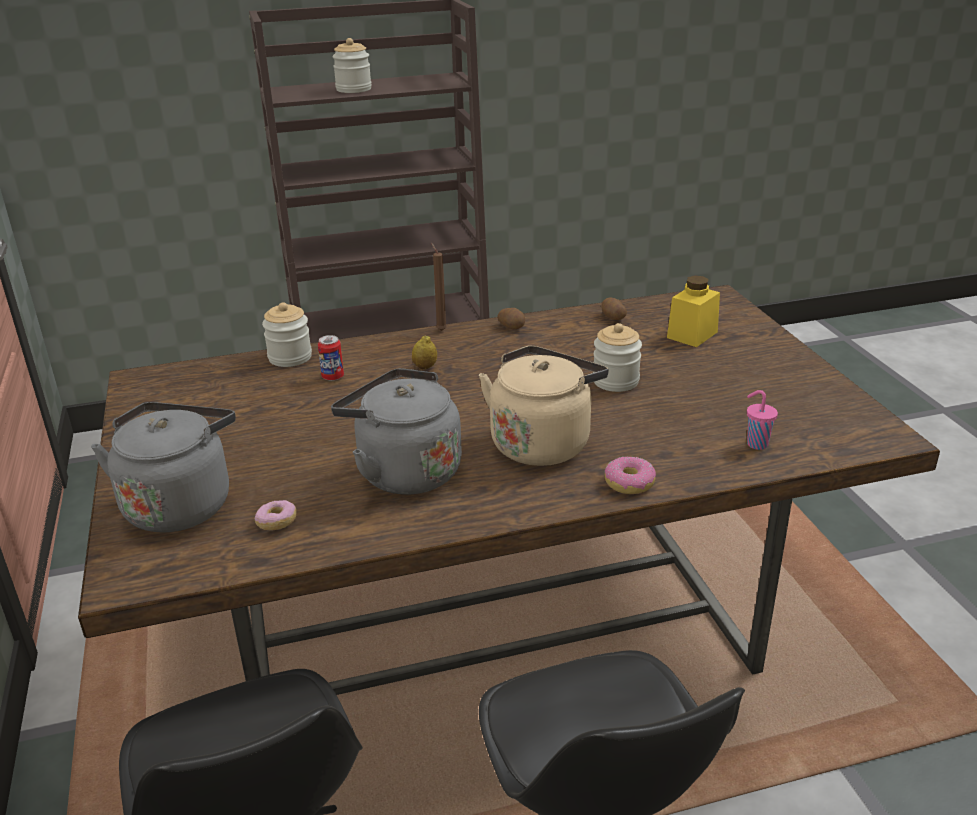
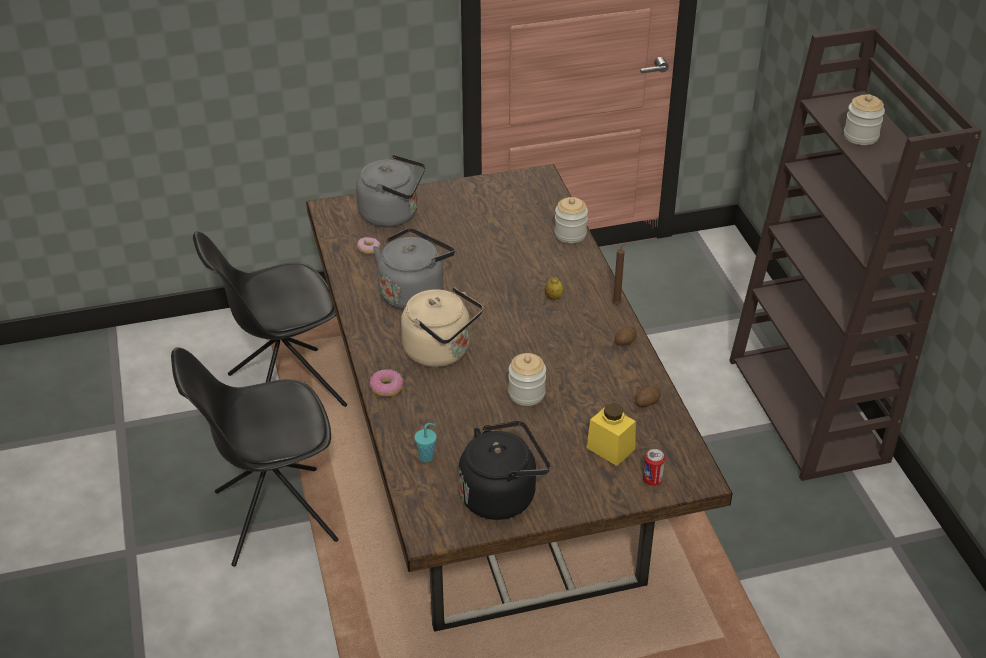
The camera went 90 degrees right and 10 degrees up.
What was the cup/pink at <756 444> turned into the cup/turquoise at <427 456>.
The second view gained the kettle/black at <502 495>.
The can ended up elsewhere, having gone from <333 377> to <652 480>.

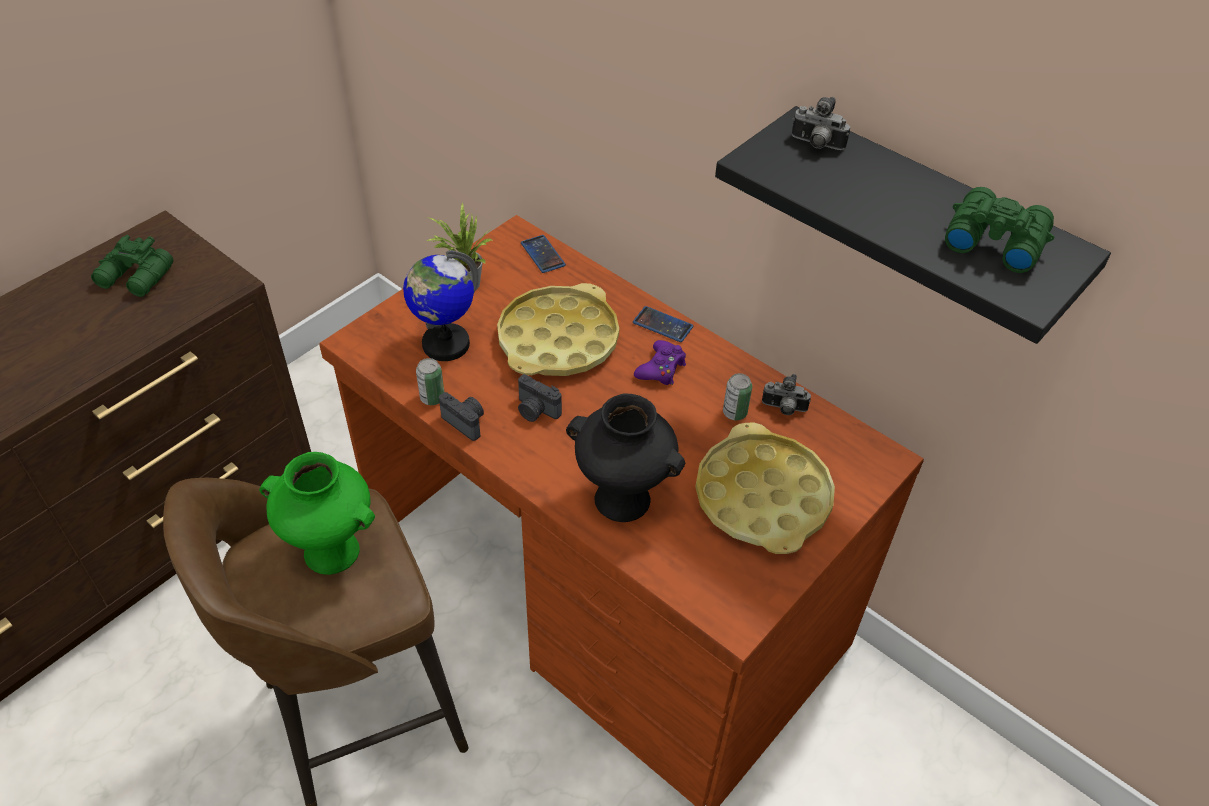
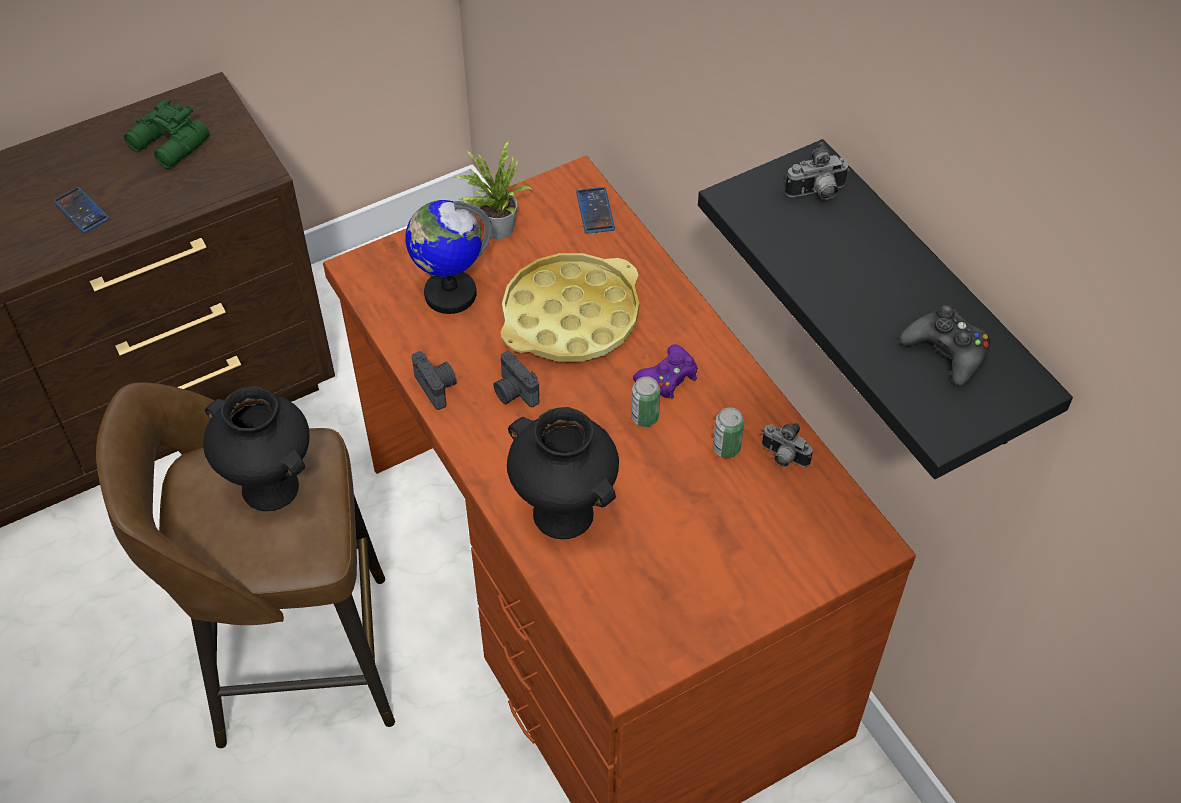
The camera went 20 degrees right and 5 degrees up.
The phone ended up elsewhere, having gone from <662 325> to <81 210>.
What was the vase/green at <333 551> turned into the vase/black at <272 487>.
The can ended up elsewhere, having gone from <432 398> to <644 417>.
The photo camera at <816 145> ended up facing another way, 60 degrees counterclockwise from before.
Where the binoculars/green stood at <993 239>, the game controller/black came to stand at <947 351>.
The second view lost the tray/yellow at <762 497>.

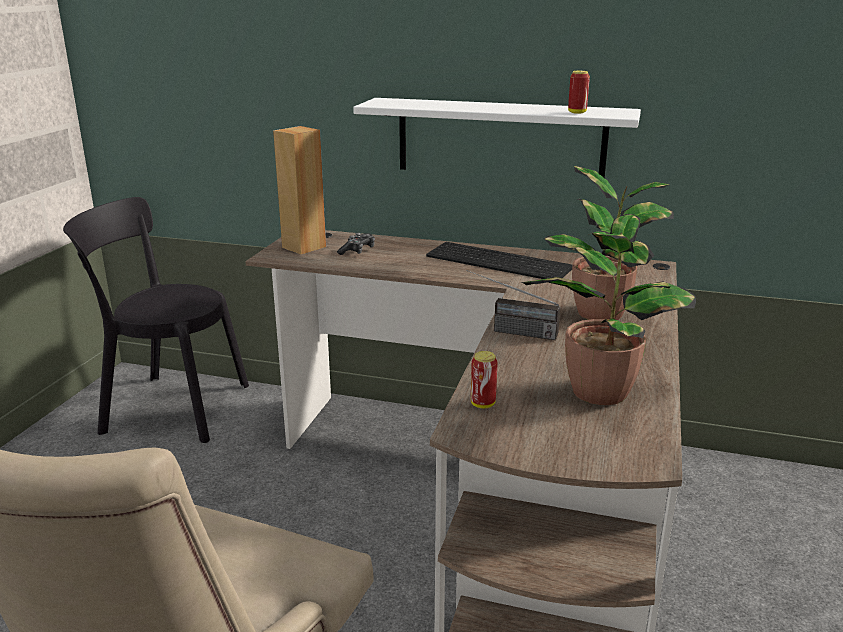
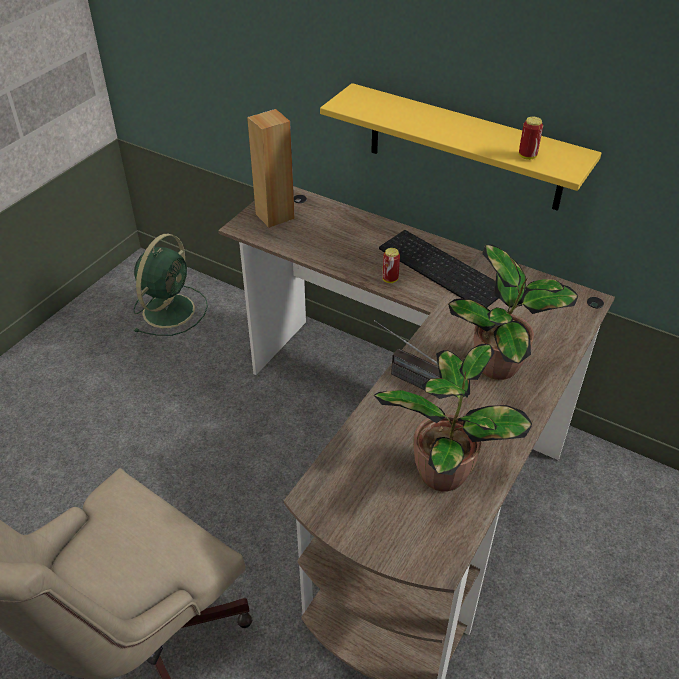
The camera went 15 degrees right and 20 degrees up.
Where the chair/black stood at <170 407>, the fan/green came to stand at <170 309>.
What was the shelf/white at <500 139> turned into the shelf/yellow at <464 148>.
The can ended up elsewhere, having gone from <483 404> to <390 279>.
The second view lost the game controller at <358 251>.

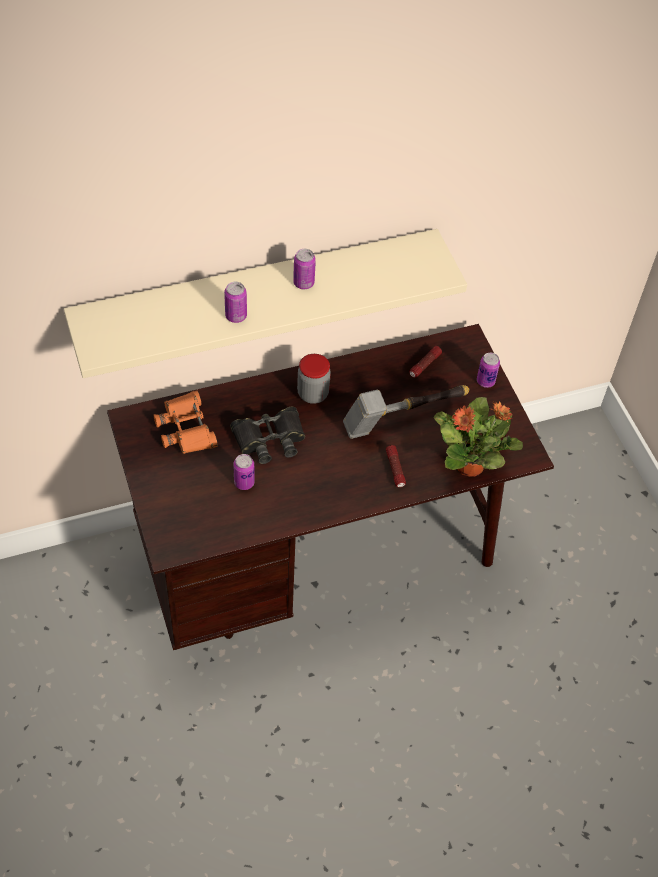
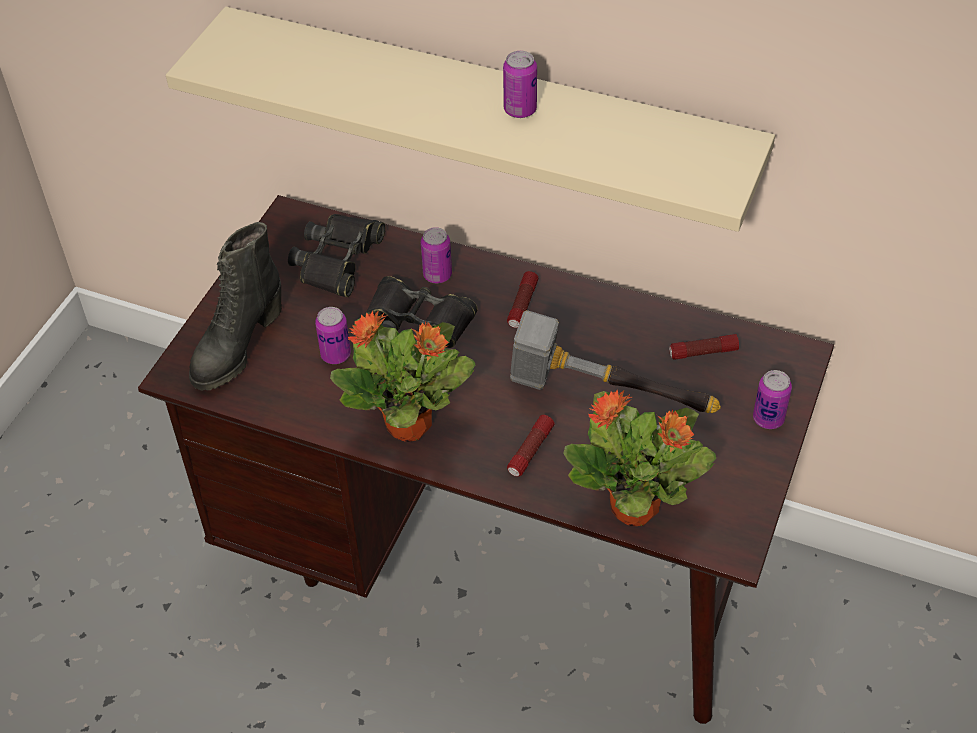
The camera went 45 degrees right and 5 degrees down.
The second view gained the boot/black at <237 346>.
What was the binoculars/orange at <186 428> turned into the binoculars/black at <338 260>.
The second view gained the potted plant at <410 425>.
The can ended up elsewhere, having gone from <236 316> to <437 275>.
Where the jar stood at <313 394>, the flashlight came to stand at <522 305>.

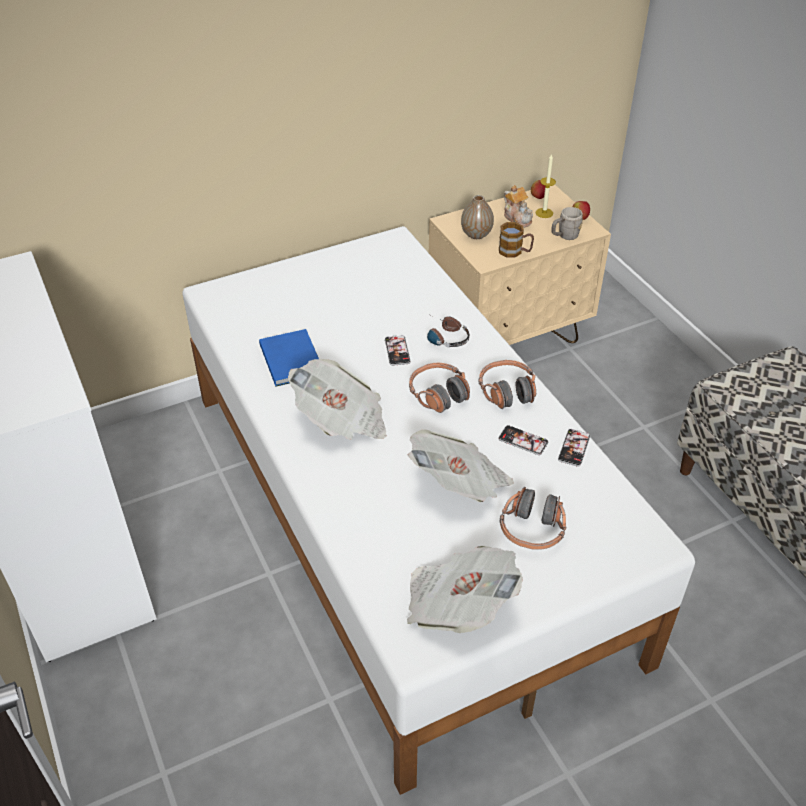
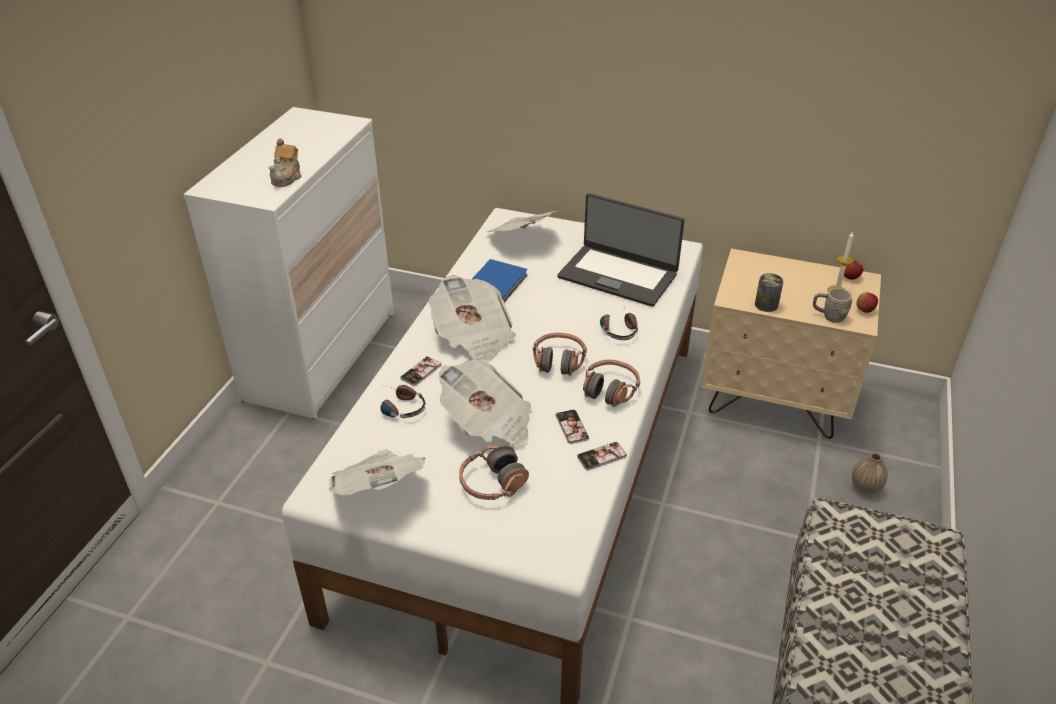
The camera went 45 degrees right and 5 degrees down.
The teapot ended up elsewhere, having gone from <517 218> to <287 177>.
The second view gained the headphones at <398 407>.
The phone ended up elsewhere, having gone from <397 351> to <421 372>.
The second view gained the newspaper at <521 238>.
The second view gained the laptop at <618 275>.
Where the mug stood at <515 252>, the can came to stand at <766 305>.
The vase ended up elsewhere, having gone from <476 234> to <865 487>.

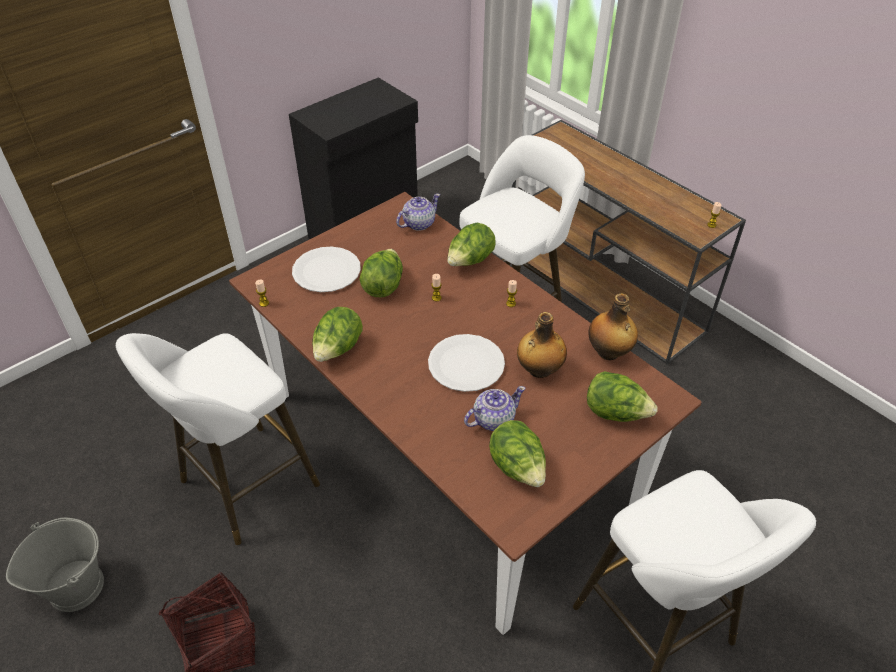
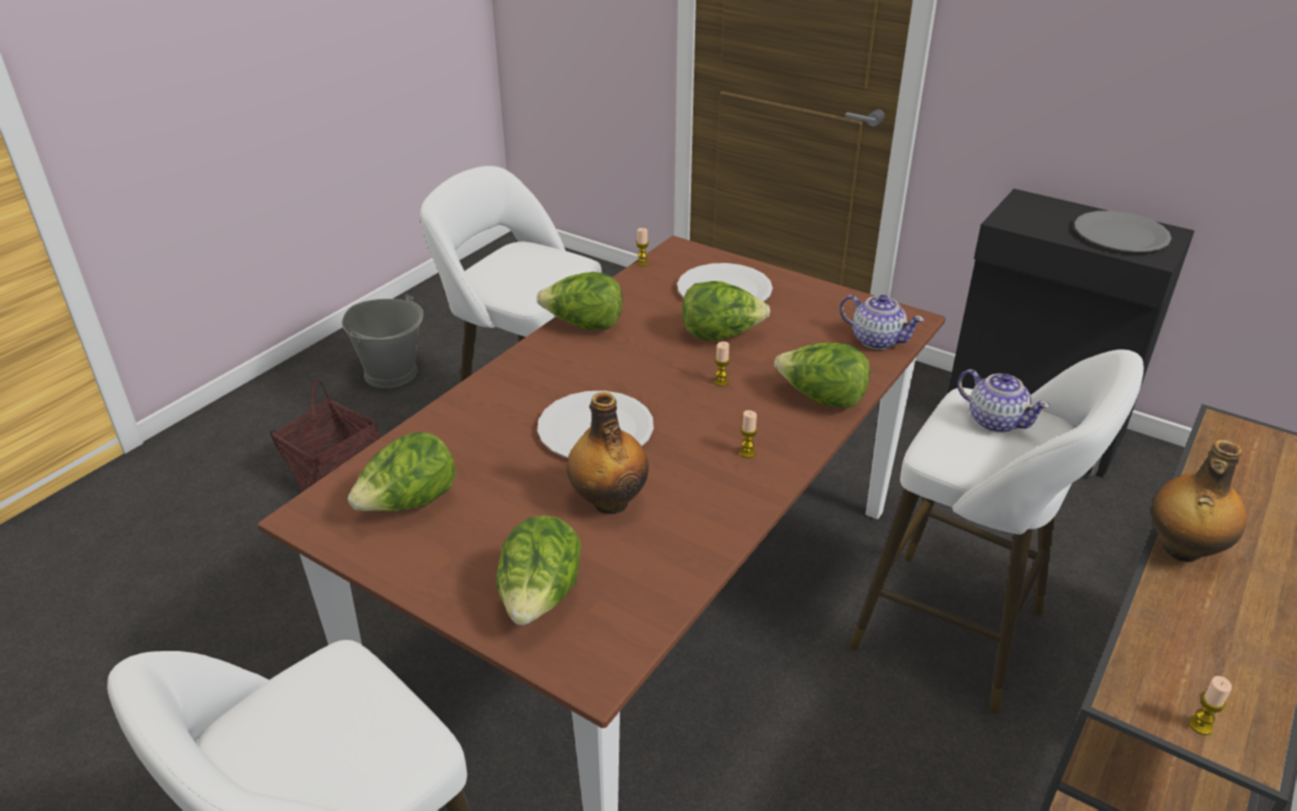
The camera went 75 degrees right and 10 degrees down.
The teapot ended up elsewhere, having gone from <493 419> to <995 420>.
The second view gained the plate/grey at <1120 234>.
The bottle ended up elsewhere, having gone from <608 353> to <1181 549>.

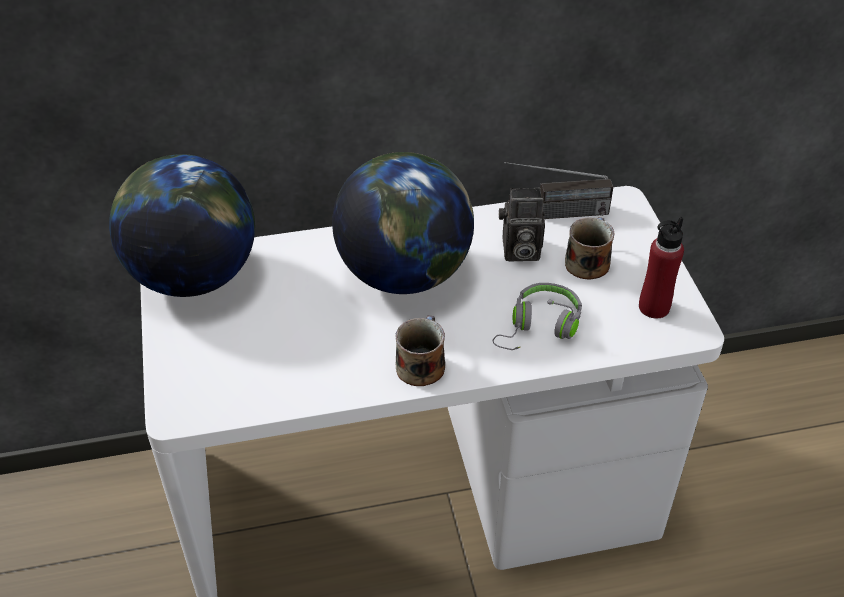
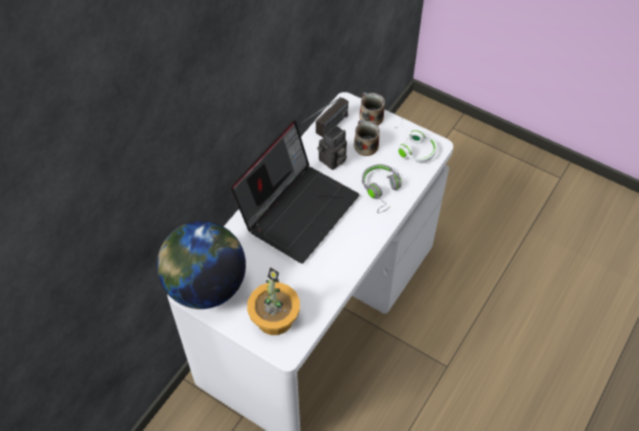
The camera went 45 degrees left and 10 degrees up.
Where the globe stood at <404 273>, the laptop came to stand at <298 209>.
The second view gained the potted plant at <274 318>.
The mug ended up elsewhere, having gone from <420 364> to <370 116>.
Where the bottle/red stood at <653 307>, the headphones/white came to stand at <412 147>.

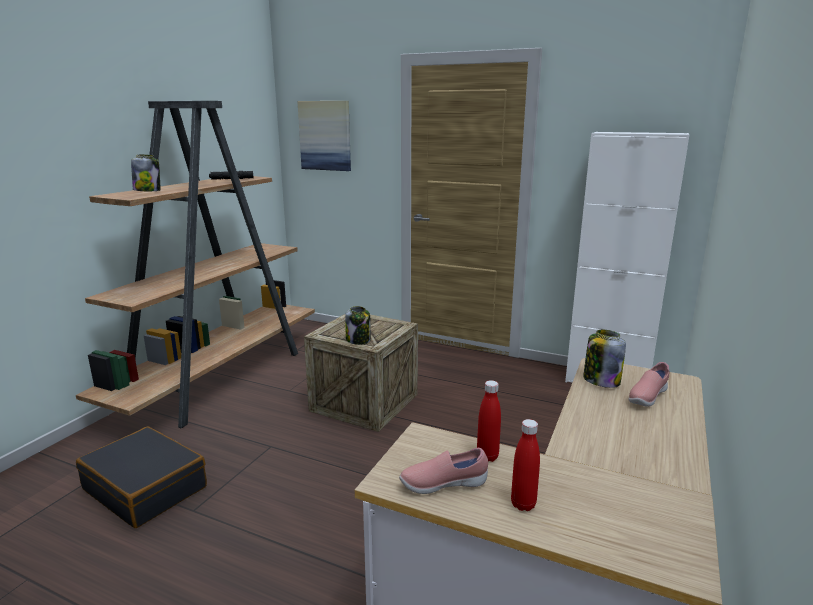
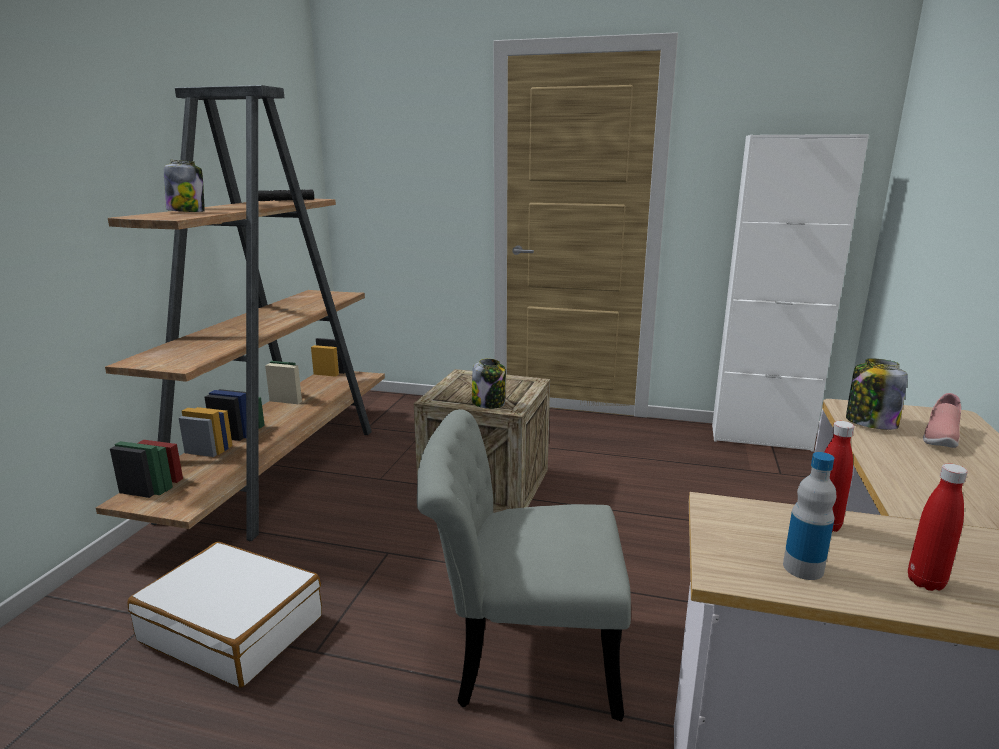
The camera went 10 degrees left and 0 degrees up.
What was the suitcase/black at <146 488> turned into the suitcase/white at <233 628>.
The second view gained the chair/grey at <520 654>.
Where the shoe/pink stood at <443 484>, the bottle came to stand at <803 568>.
The second view lost the picture at <325 135>.

